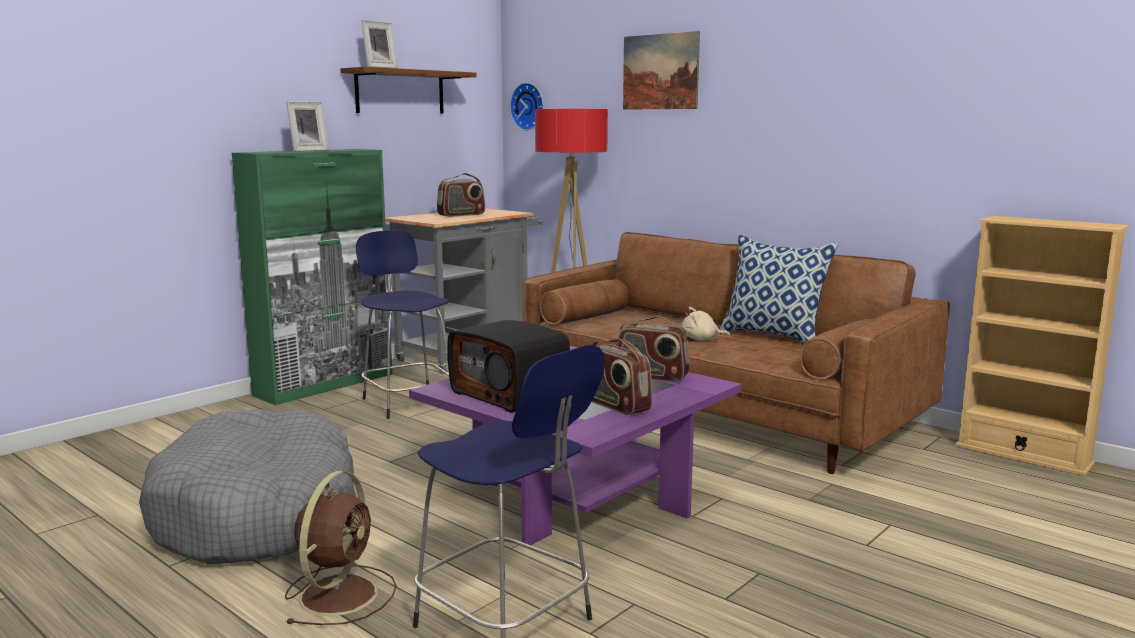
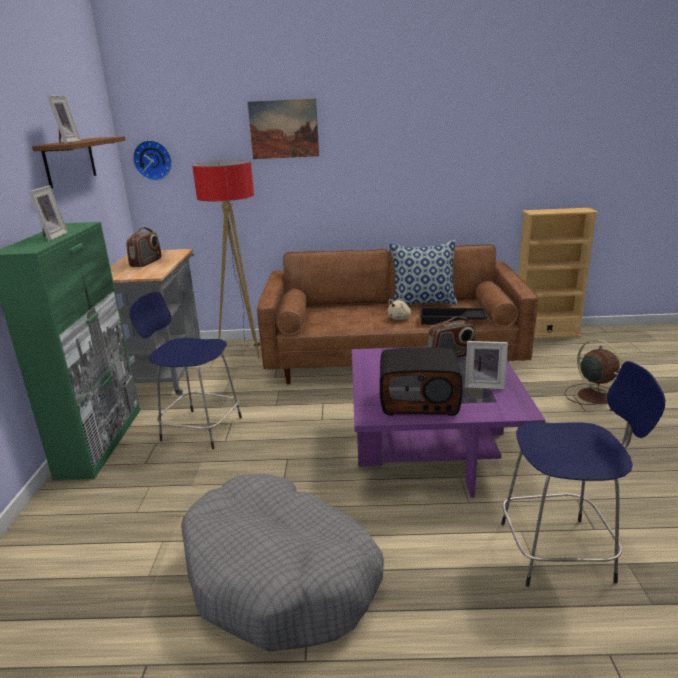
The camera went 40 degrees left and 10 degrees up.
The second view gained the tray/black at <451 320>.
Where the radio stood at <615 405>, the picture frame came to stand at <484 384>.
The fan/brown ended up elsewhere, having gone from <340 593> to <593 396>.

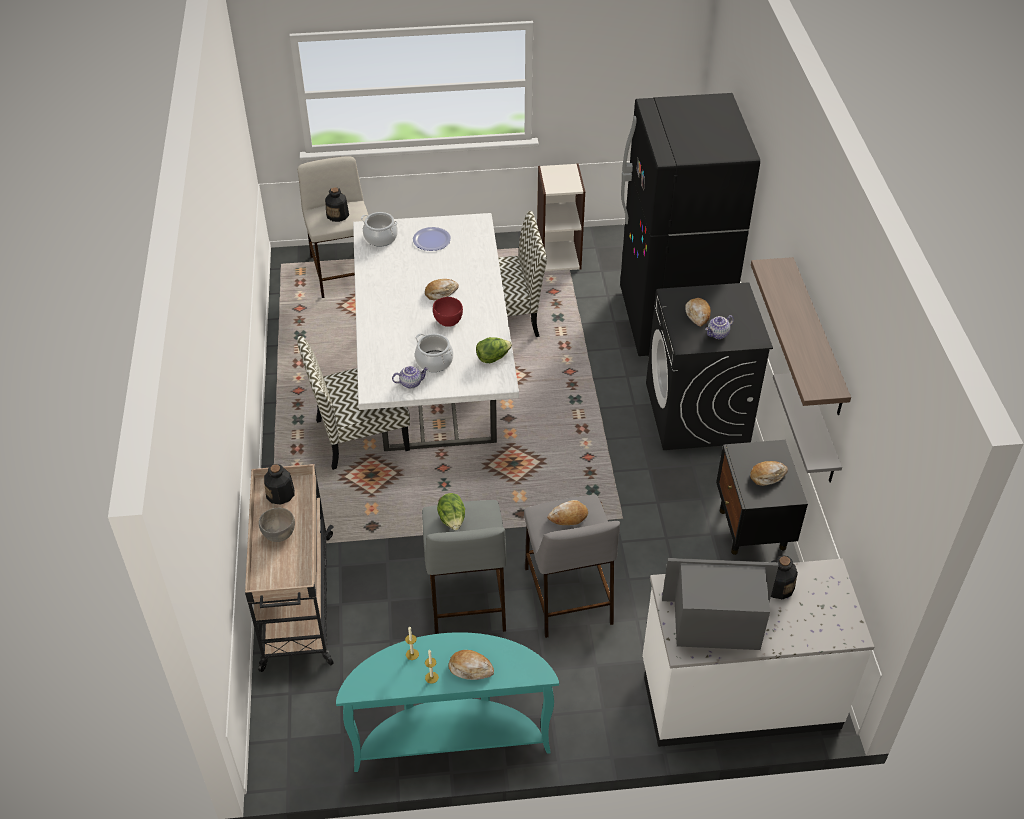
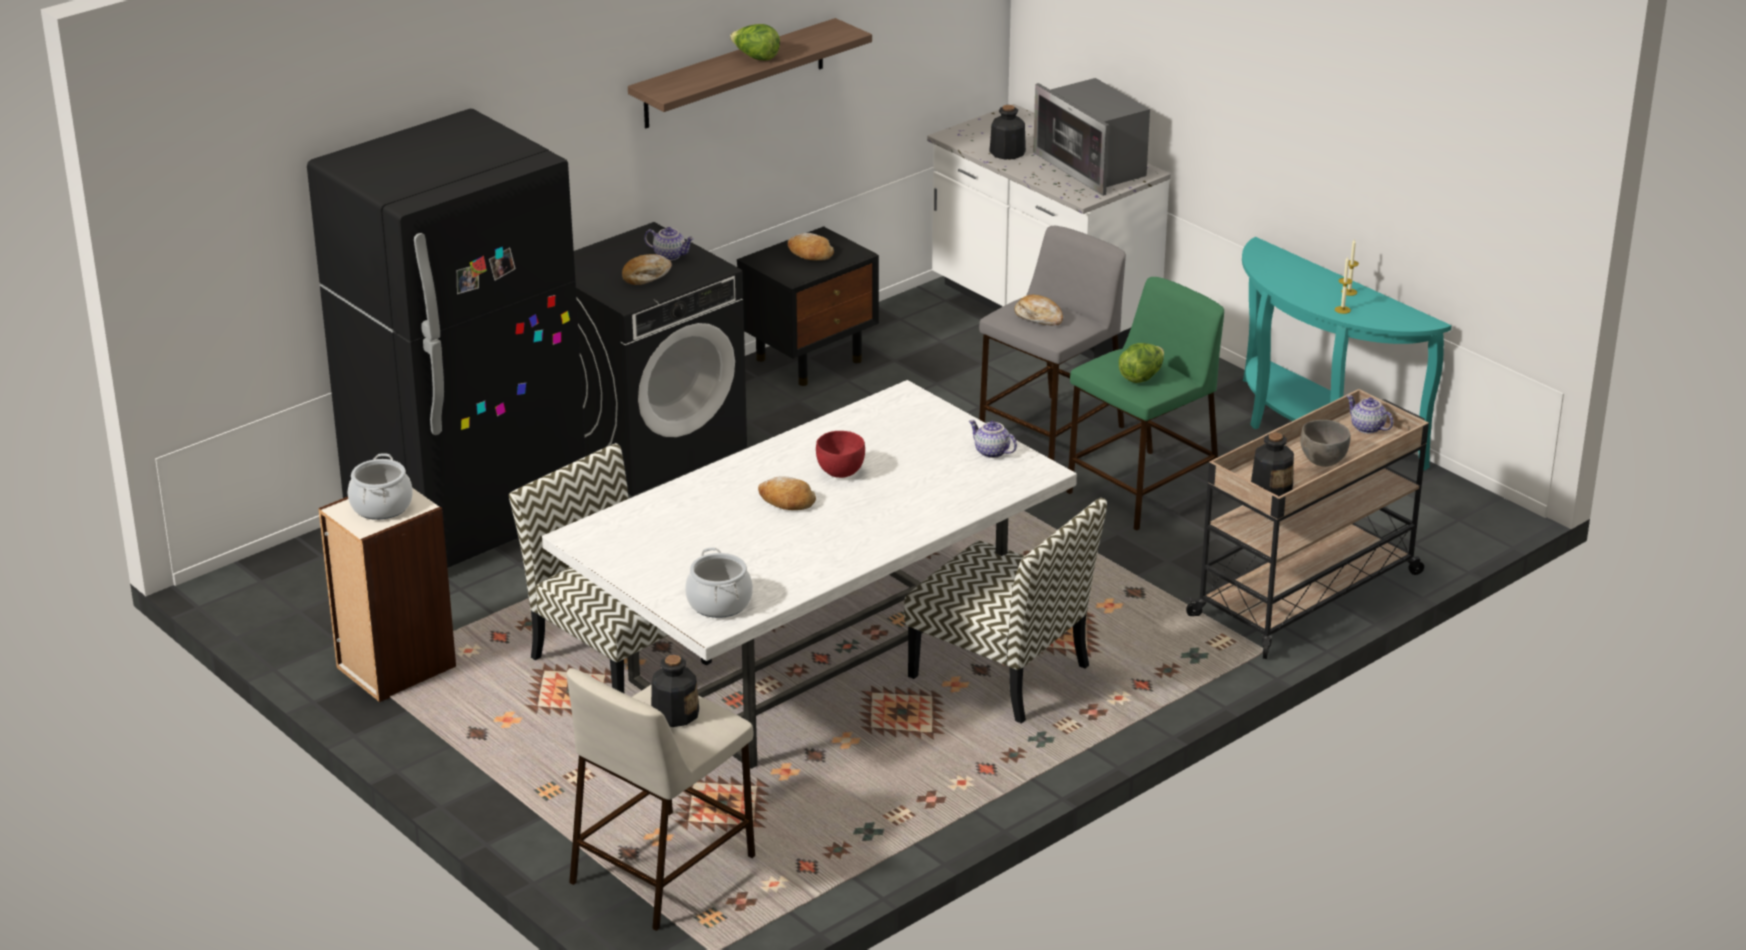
The camera went 125 degrees left and 15 degrees down.
The cooking pot ended up elsewhere, having gone from <434 361> to <382 506>.
The lettuce ended up elsewhere, having gone from <493 358> to <755 58>.
What was the stool/grey at <465 597> turned into the stool/green at <1142 491>.
The second view gained the teapot at <1367 428>.
The second view lost the plate at <431 240>.
The second view lost the bread at <470 668>.
The second view lost the shelf/grey at <820 431>.

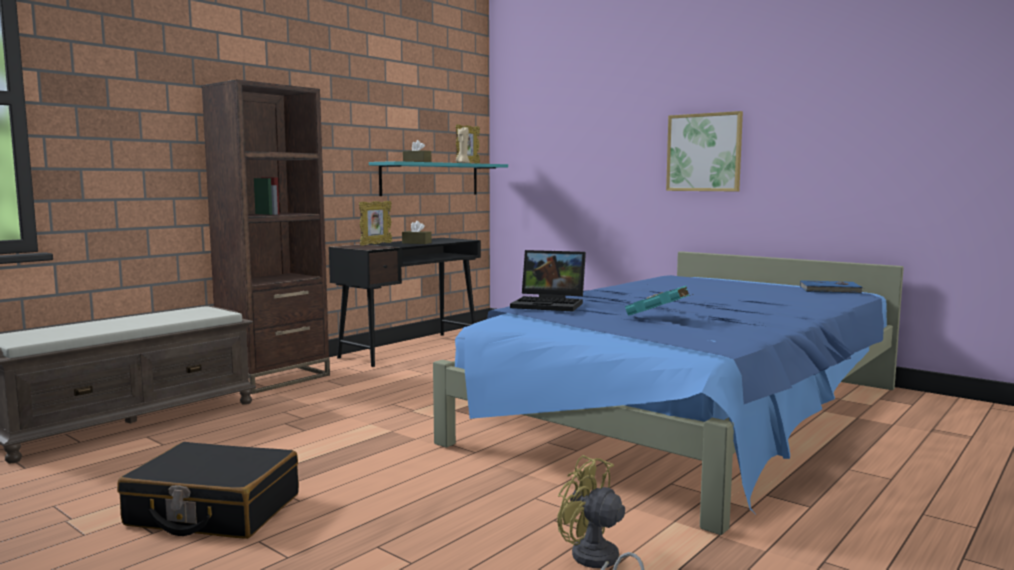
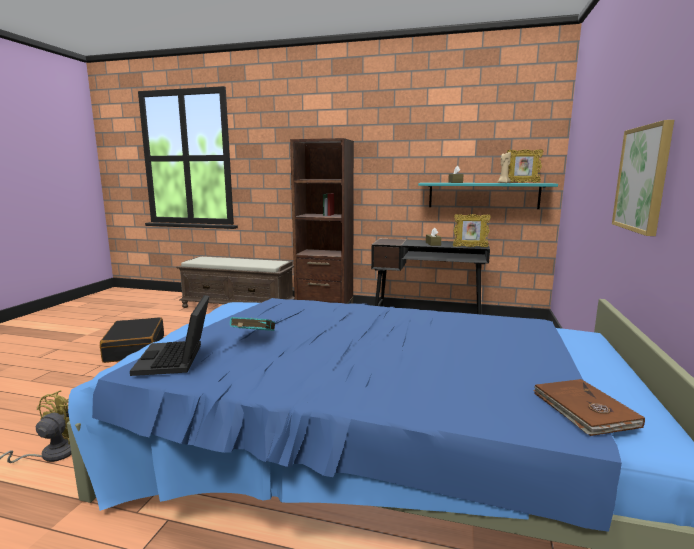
The camera went 65 degrees right and 5 degrees up.
The laptop ended up elsewhere, having gone from <550 304> to <176 359>.
The picture frame ended up elsewhere, having gone from <375 244> to <470 247>.
What was the book/blue at <830 290> turned into the book/brown at <584 410>.

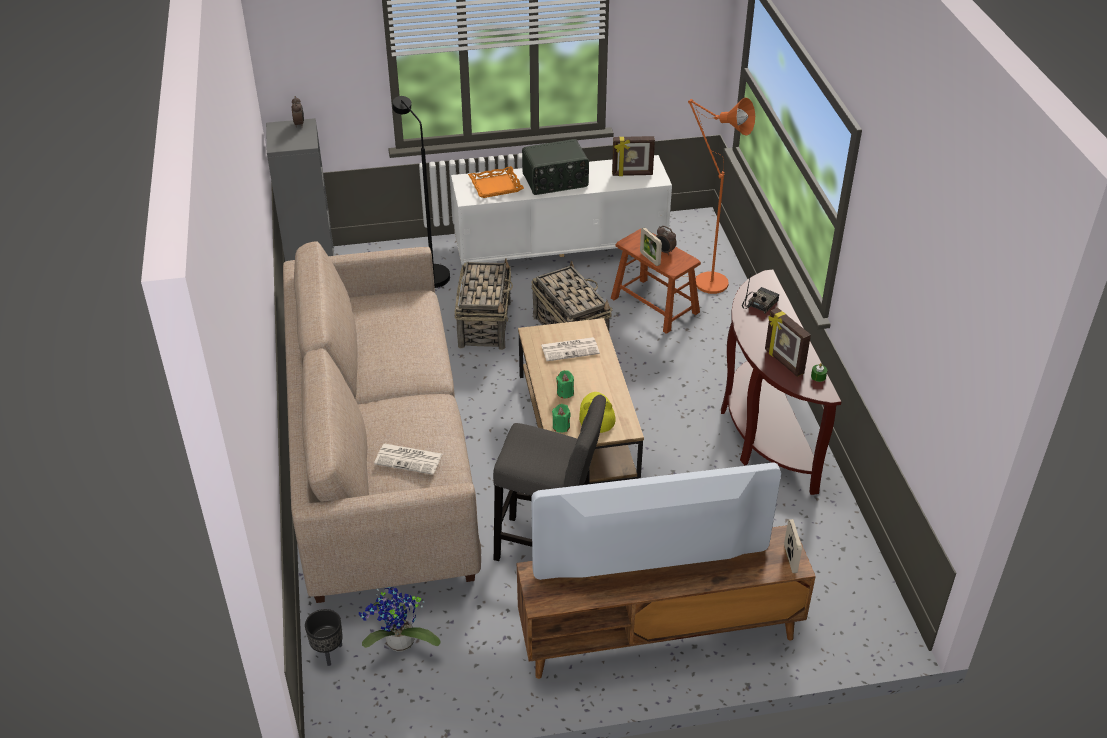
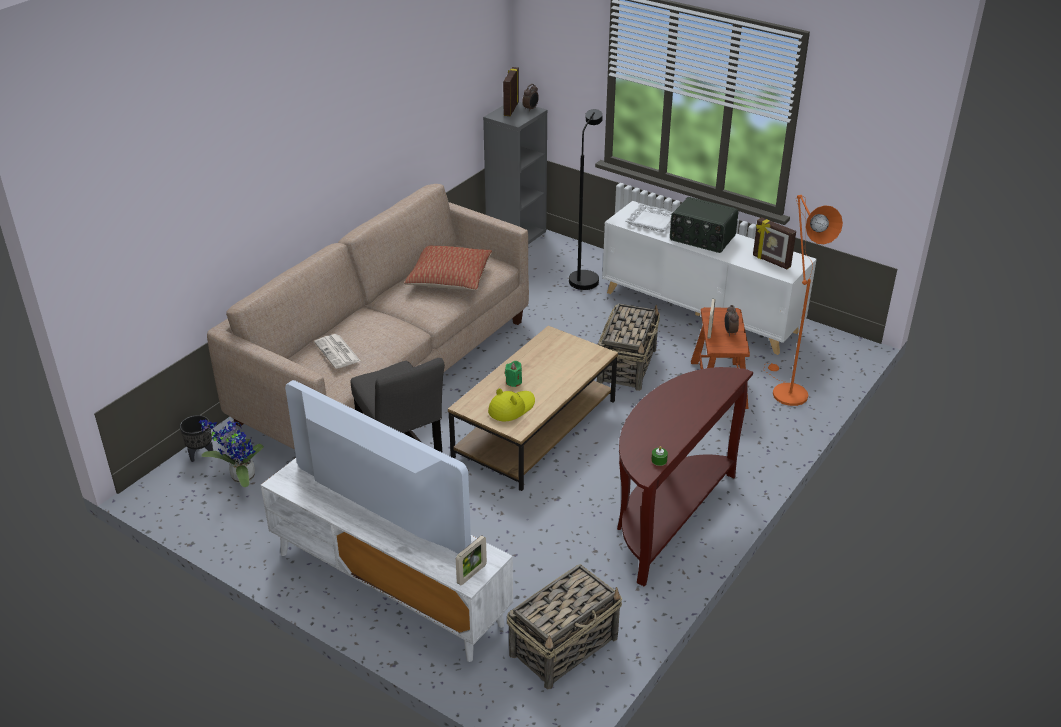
The camera went 45 degrees right and 5 degrees down.
What was the tv stand/brown at <658 635> turned into the tv stand/white at <387 588>.
The second view gained the pillow at <449 278>.
The picture frame ended up elsewhere, having gone from <783 362> to <510 109>.
The basket ended up elsewhere, having gone from <485 324> to <565 646>.
What was the tray/orange at <496 186> turned into the tray/white at <652 222>.
The second view lost the newspaper at <570 349>.
The second view lost the candle/green at <561 426>.
The second view lost the radio at <759 303>.

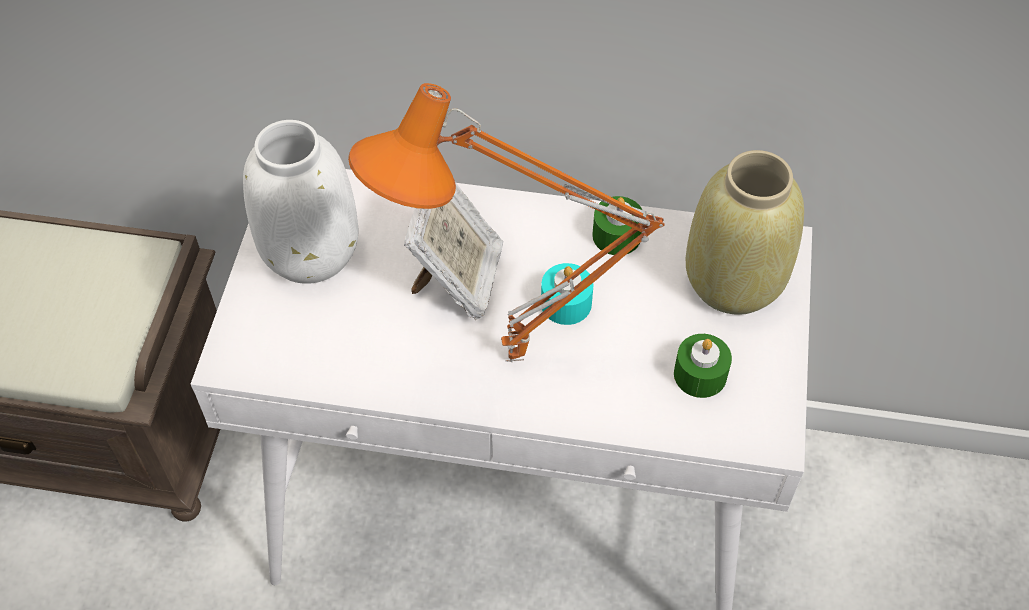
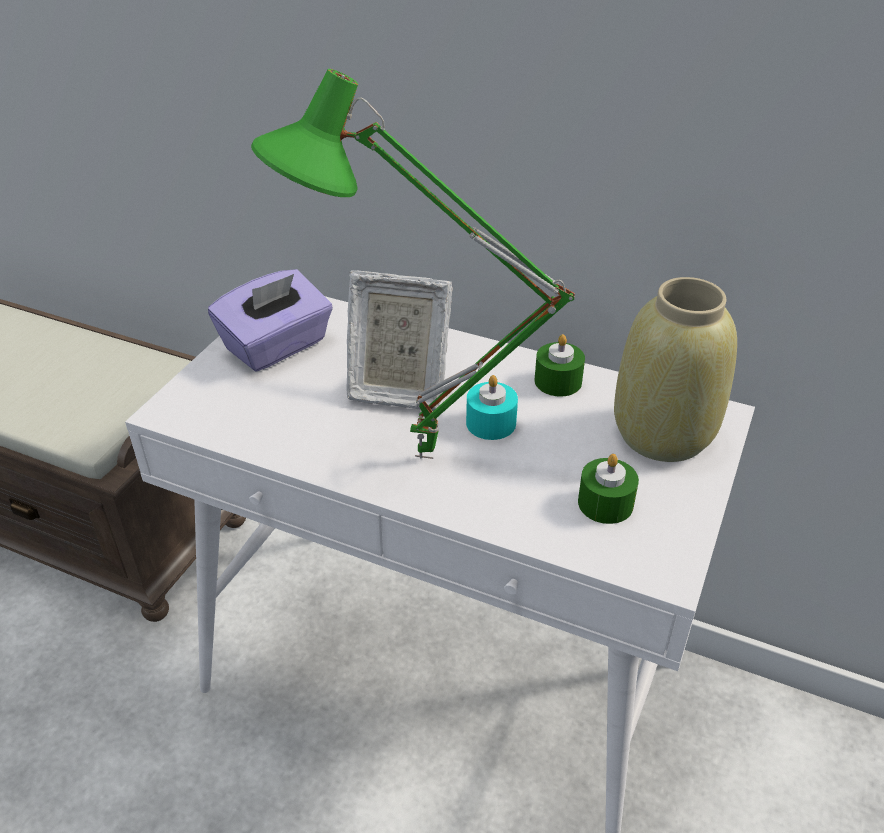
The camera went 15 degrees right and 15 degrees down.
Where the vase/white stood at <310 250>, the tissue box/purple came to stand at <277 346>.
What was the table lamp/orange at <515 367> turned into the table lamp/green at <423 463>.
The picture frame at <458 280> ended up facing another way, 75 degrees clockwise from before.

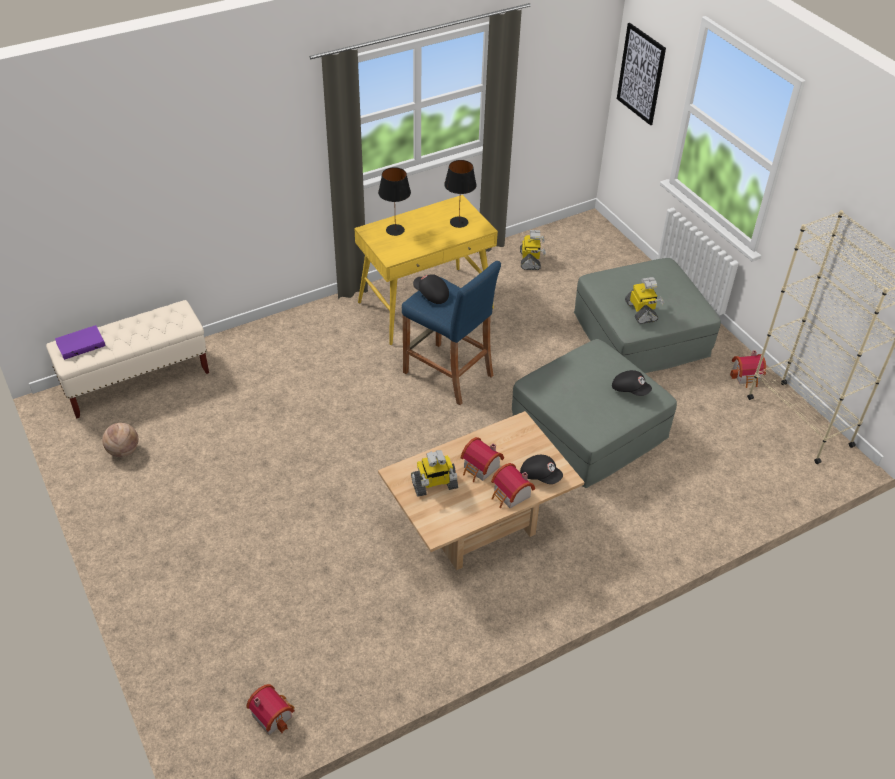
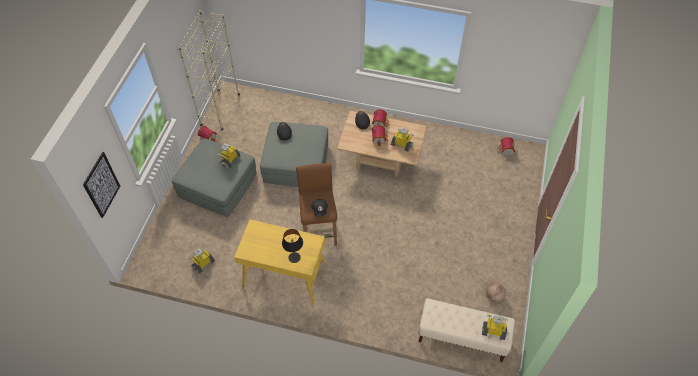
The camera went 135 degrees left and 10 degrees up.
What was the stool/blue at <448 374> turned into the stool/brown at <319 229>.
Where the book/purple stood at <81 344>, the toy robot came to stand at <493 331>.
The second view lost the table lamp/black at <458 222>.

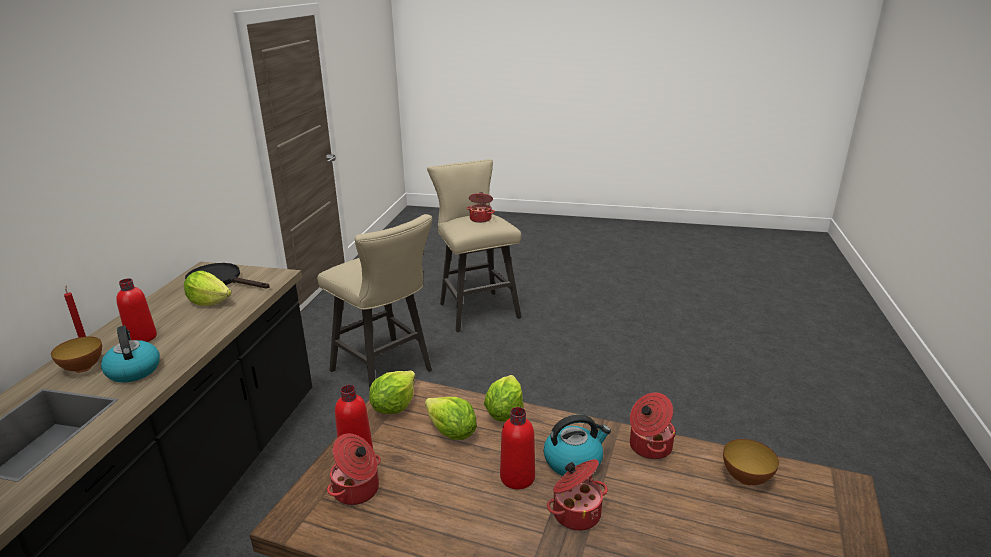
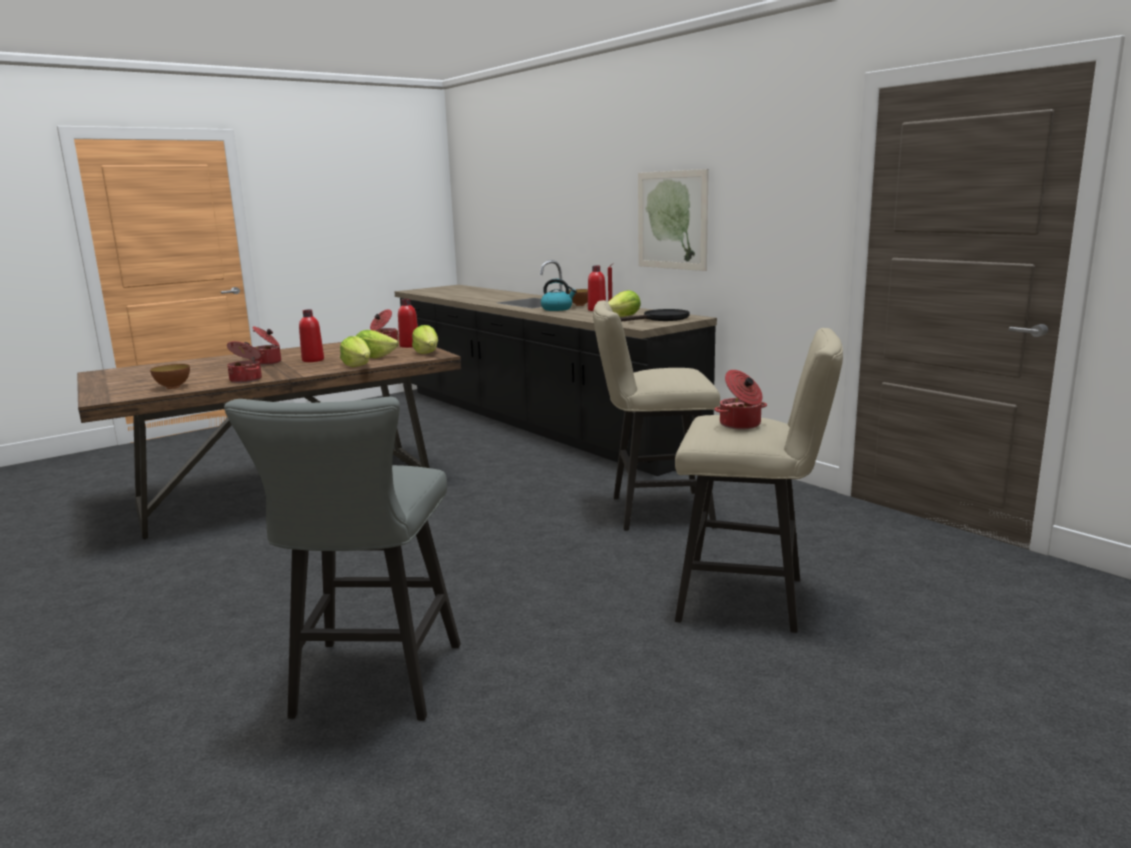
The camera went 130 degrees right and 10 degrees down.
The second view gained the stool/grey at <372 687>.
The second view gained the picture at <672 220>.
The second view lost the kettle at <573 461>.

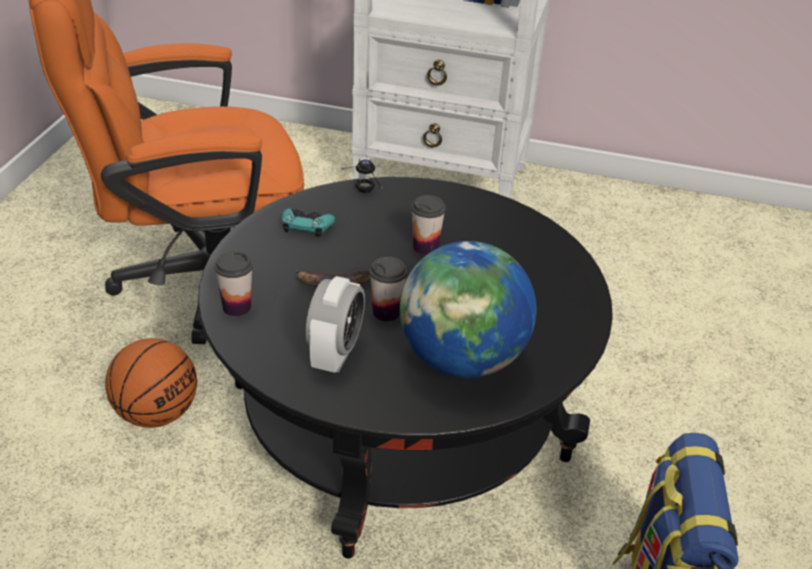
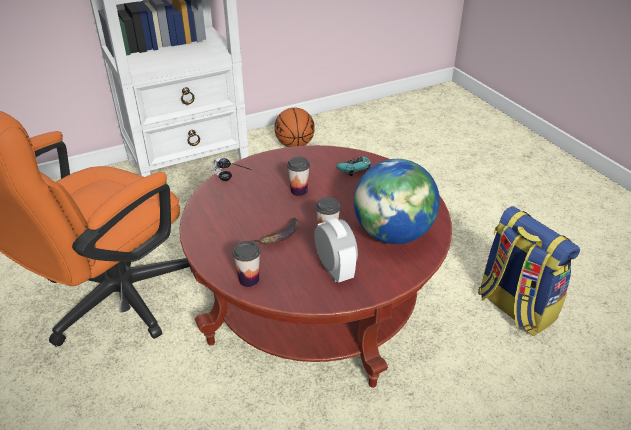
The camera went 40 degrees left and 0 degrees up.
What was the coffee table/black at <398 420> turned into the coffee table/red at <315 303>.
The basketball ended up elsewhere, having gone from <156 414> to <295 145>.
The game controller/turquoise ended up elsewhere, having gone from <306 226> to <354 168>.

